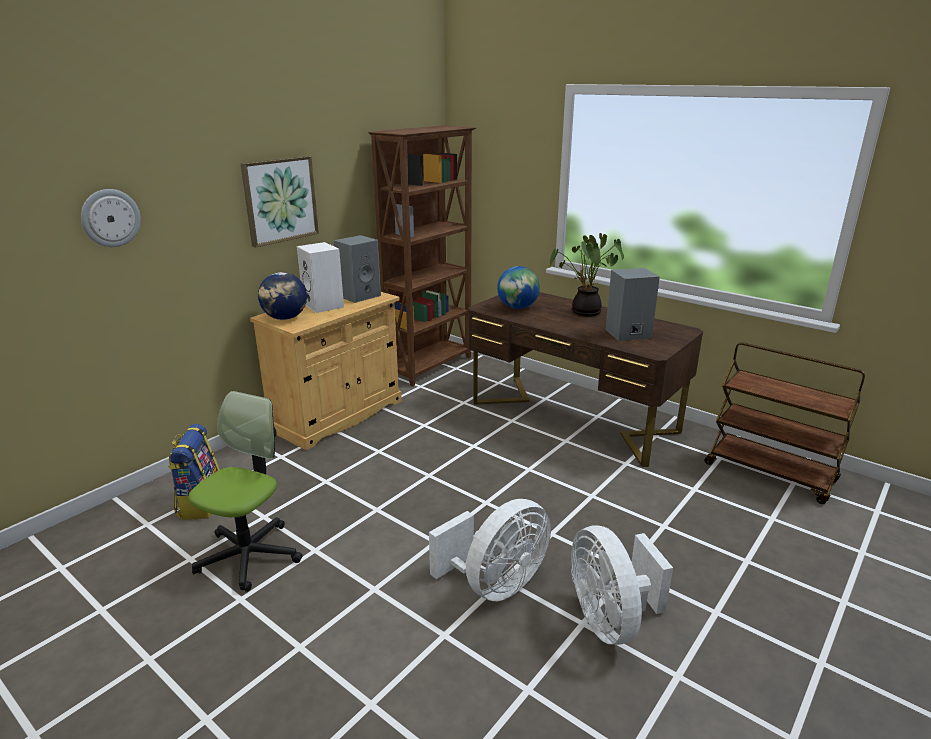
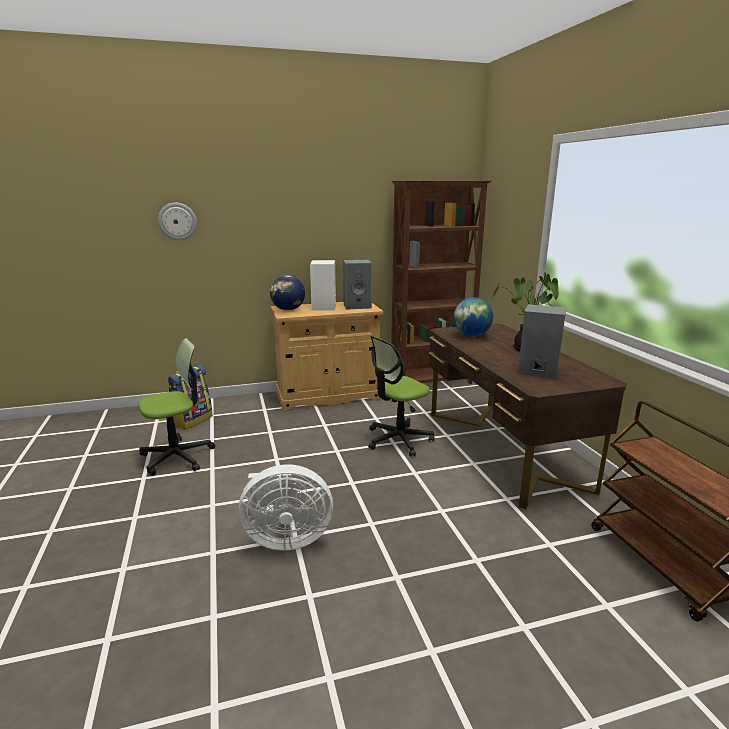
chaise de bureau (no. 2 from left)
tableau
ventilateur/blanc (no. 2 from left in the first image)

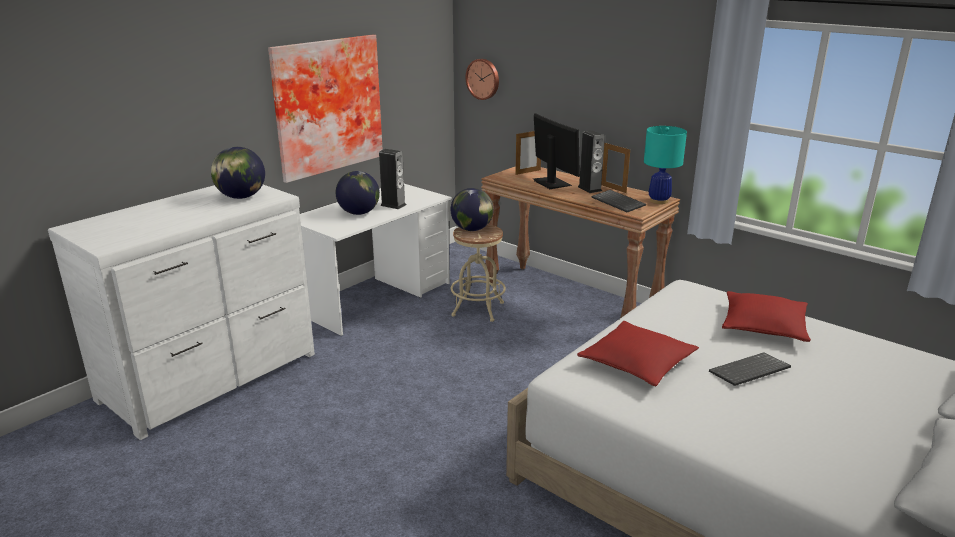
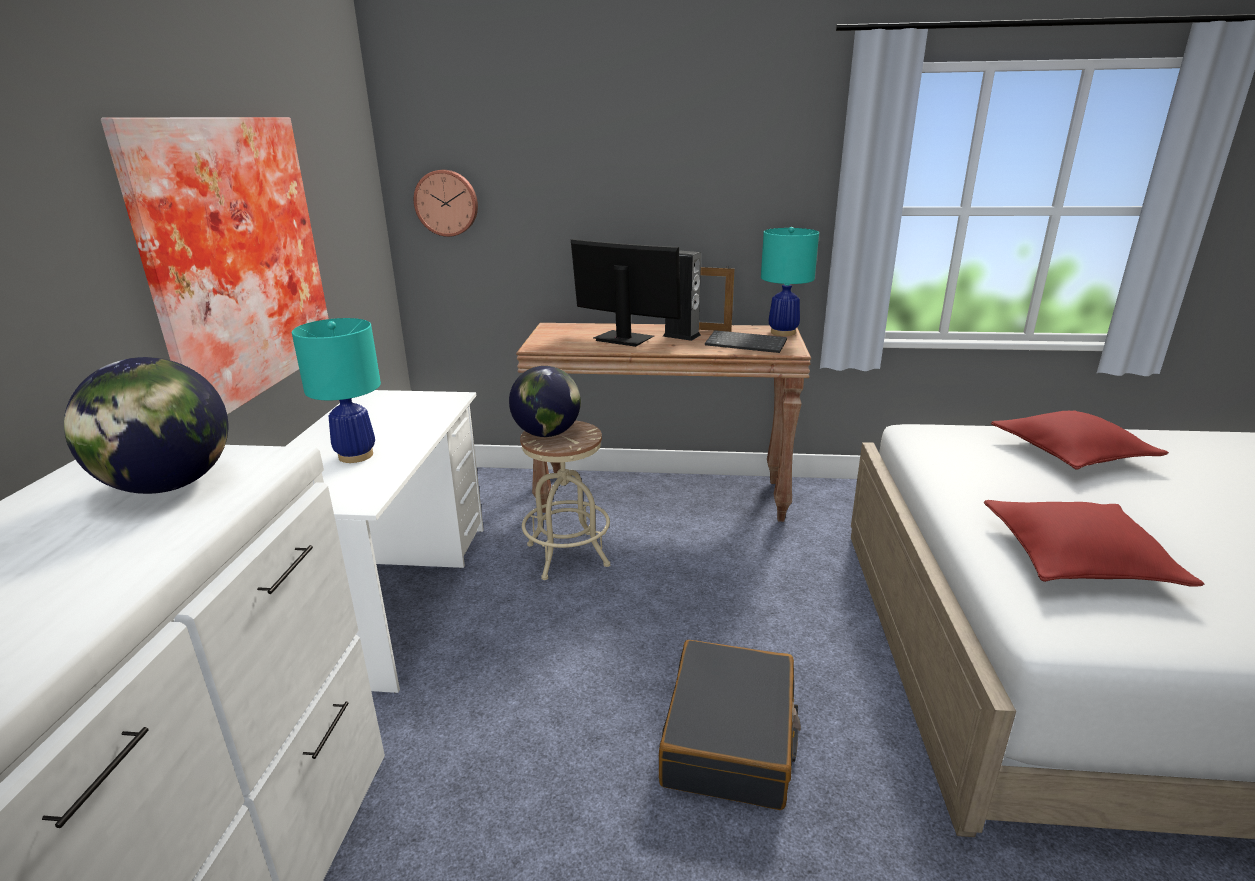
lampe de table/turquoise (no. 1 from left)
valise/noir
enceinte (no. 1 from left in the first image)
cadre photo (no. 1 from left in the first image)
clavier (no. 2 from left in the first image)

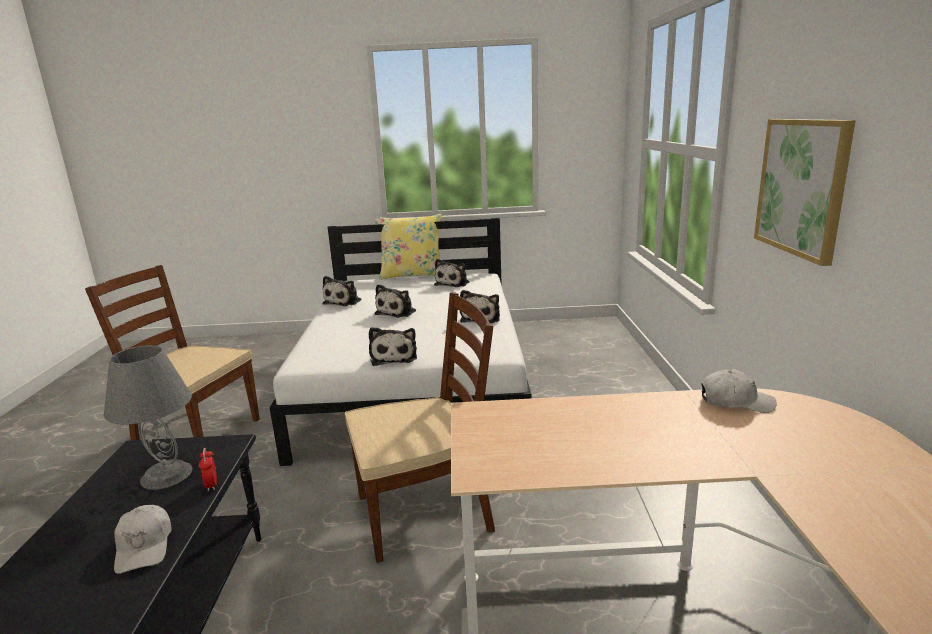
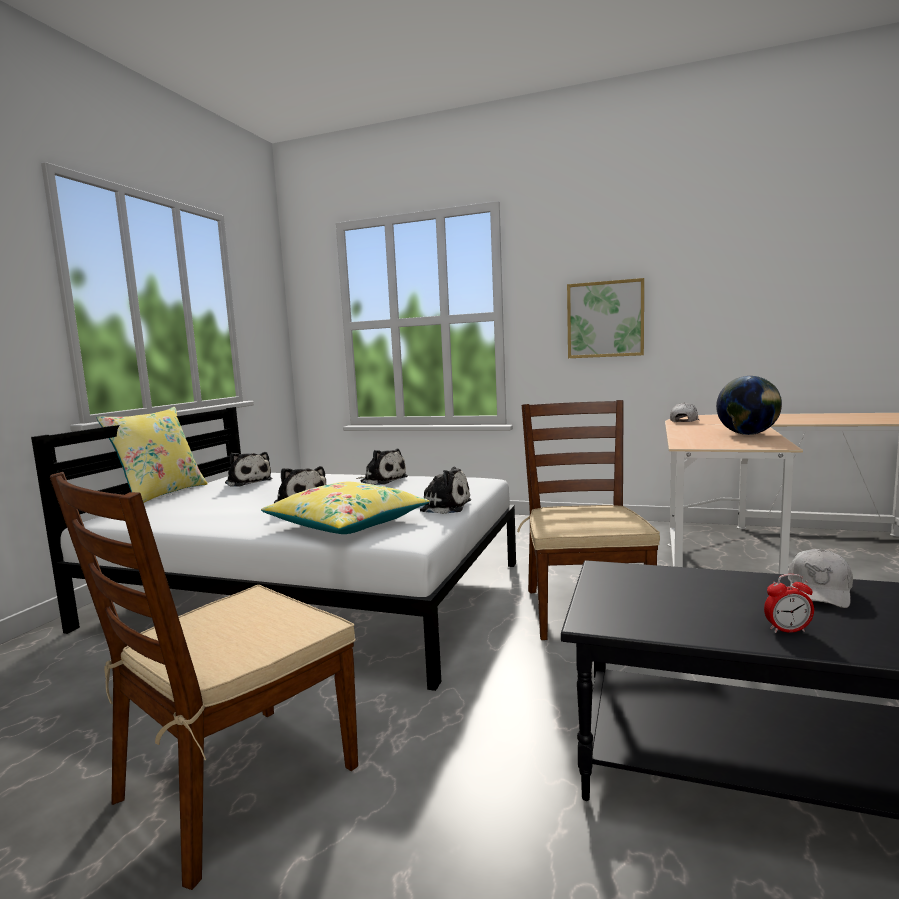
coussin/jaune (no. 2 from left)
globe
réveil
casquette/blanc (no. 2 from left)
lampe de table/gris
peluche (no. 1 from left in the first image)

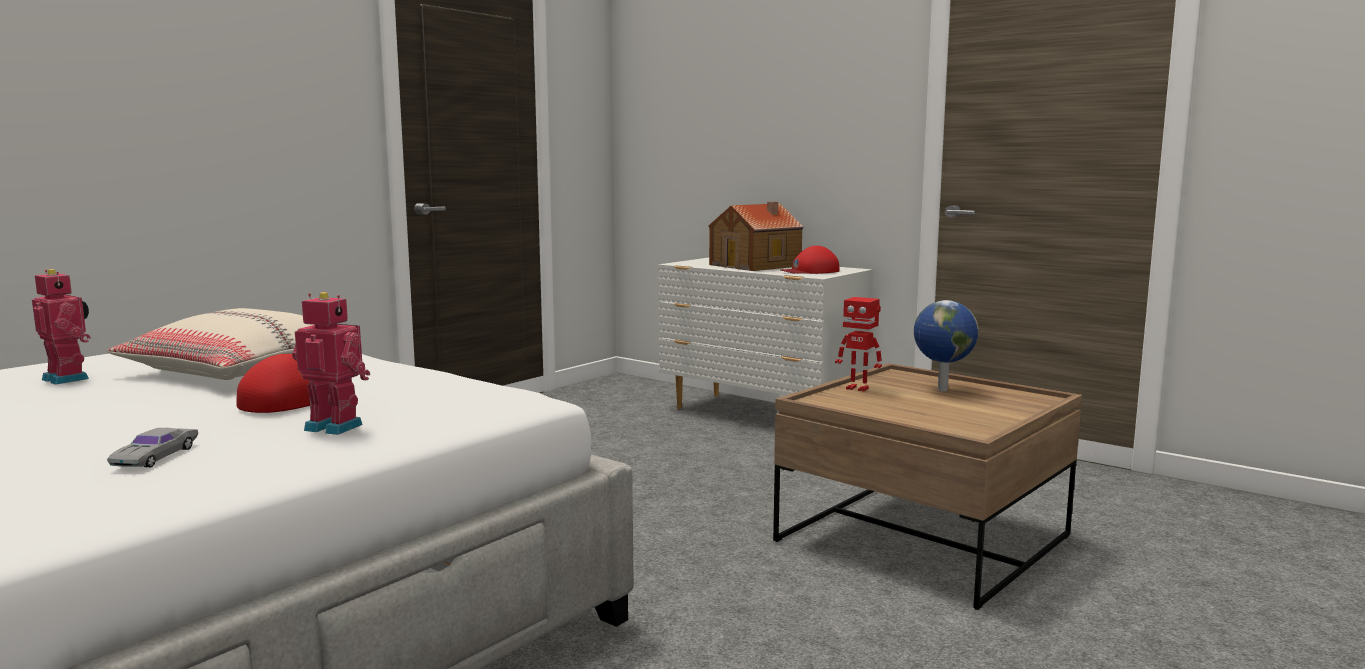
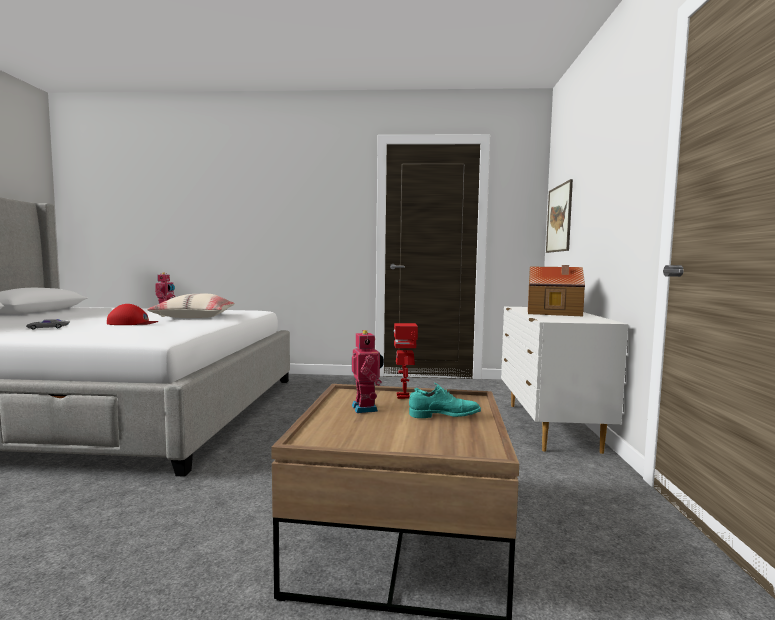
robot jouet (no. 2 from left)
chaussure/turquoise
tableau
casquette/rouge (no. 2 from left in the first image)

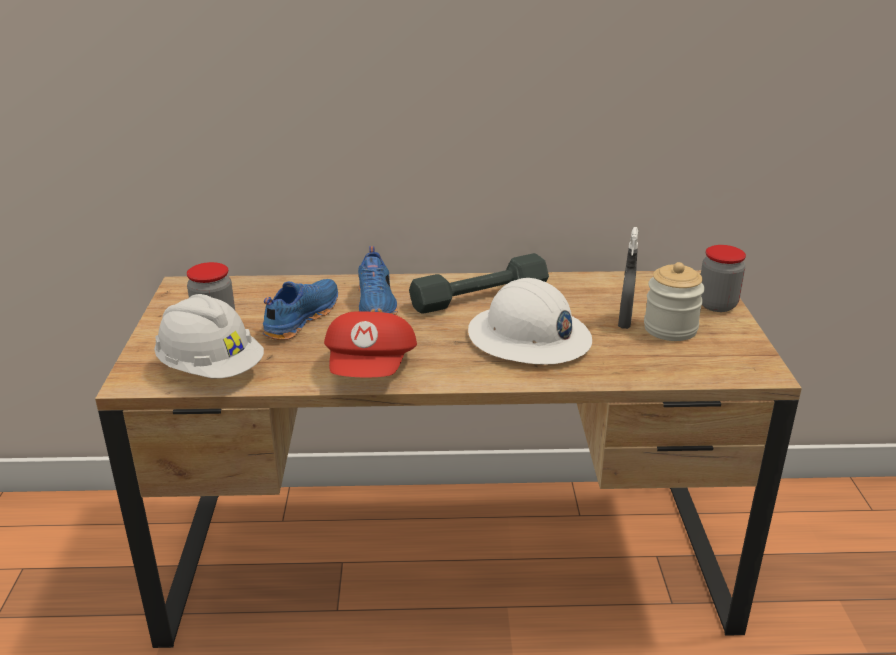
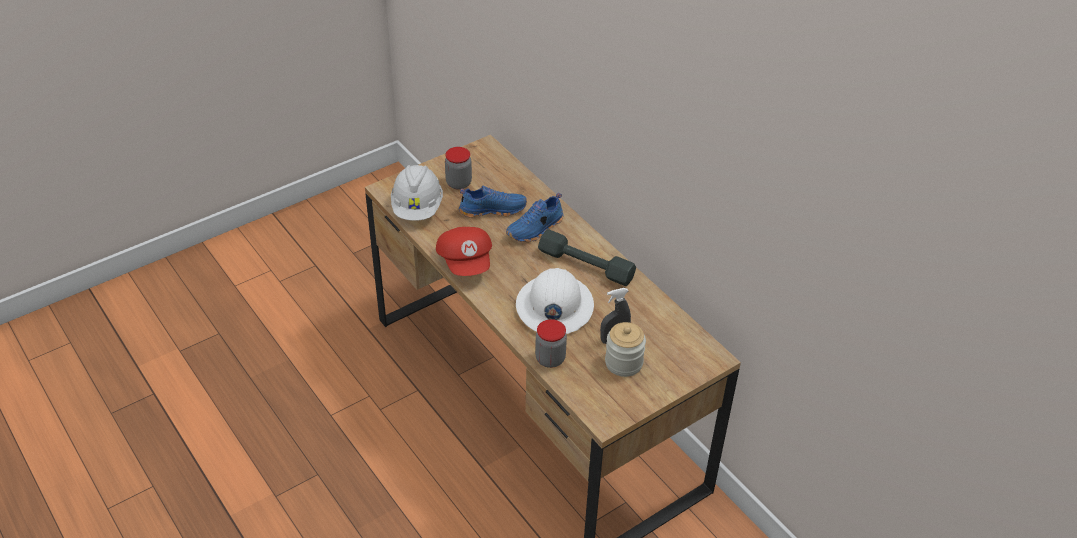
casquette/rouge
bocal (no. 2 from left)

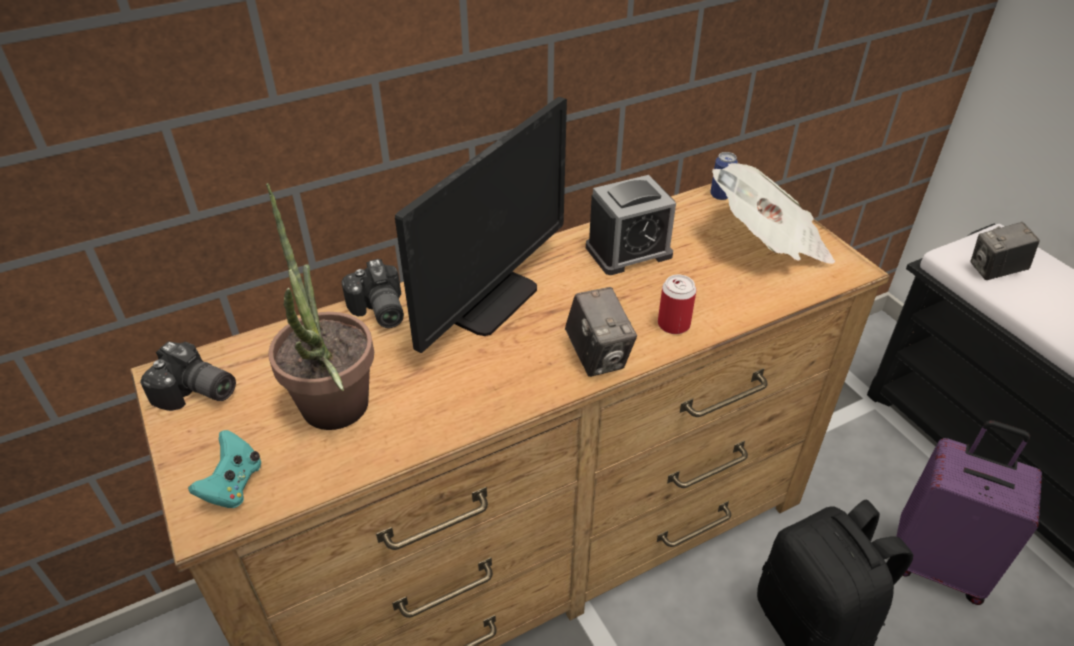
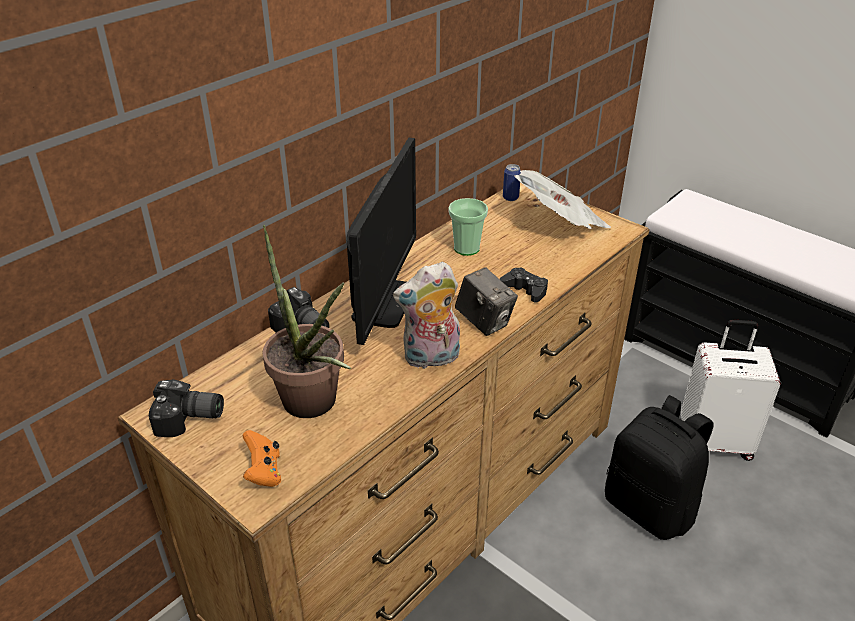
manette/orange
peluche
tasse
manette/noir
valise/blanc
appareil photo (no. 4 from left in the first image)

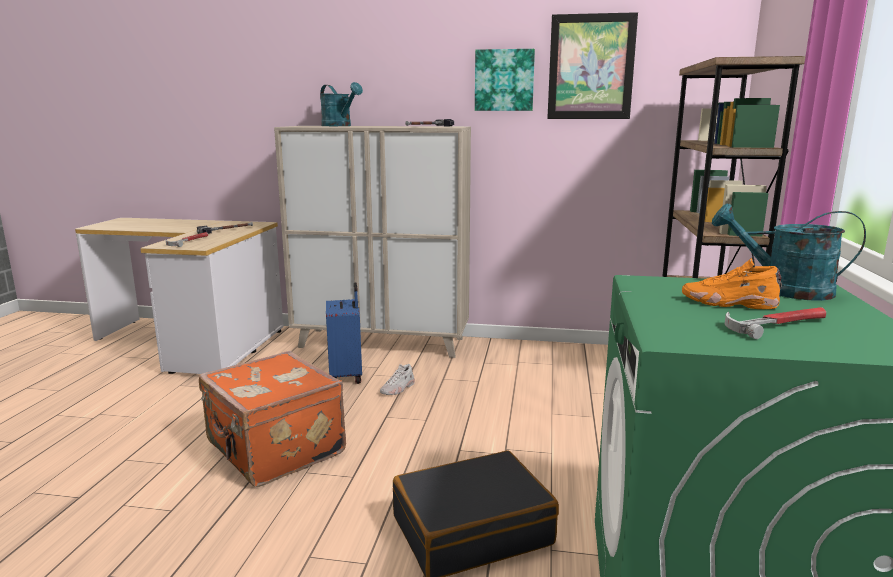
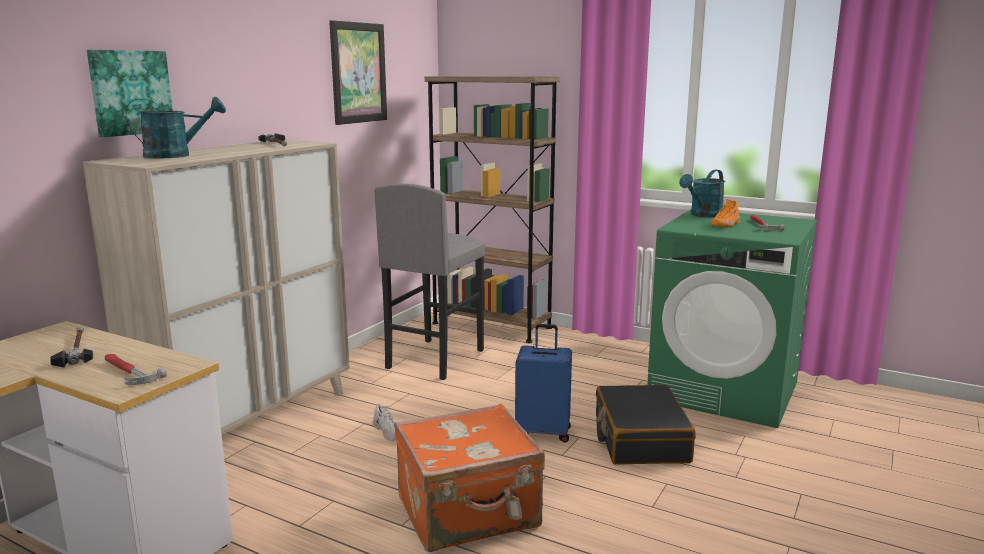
tableau (no. 1 from left)
tabouret/gris
valise/bleu

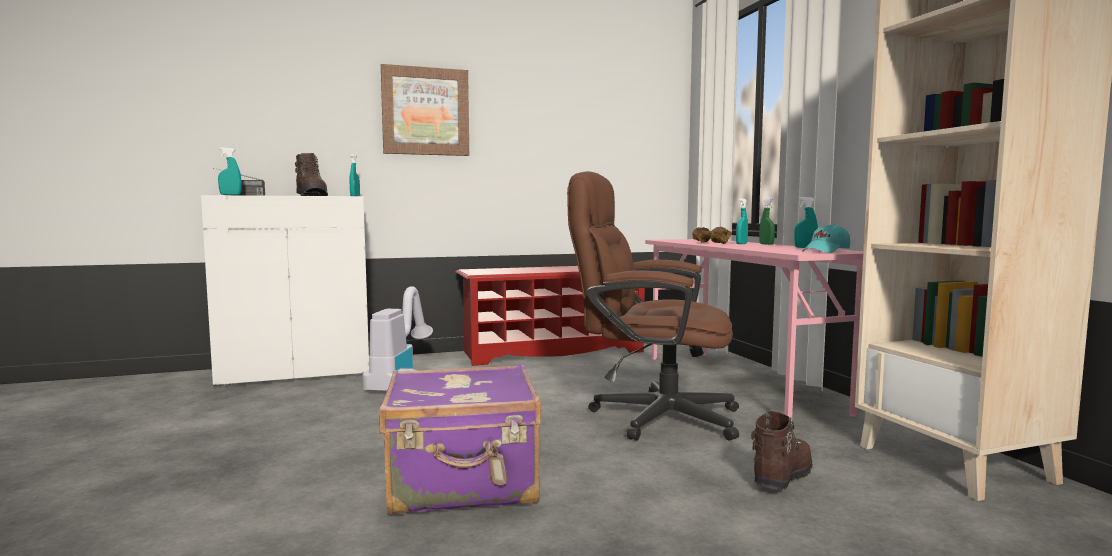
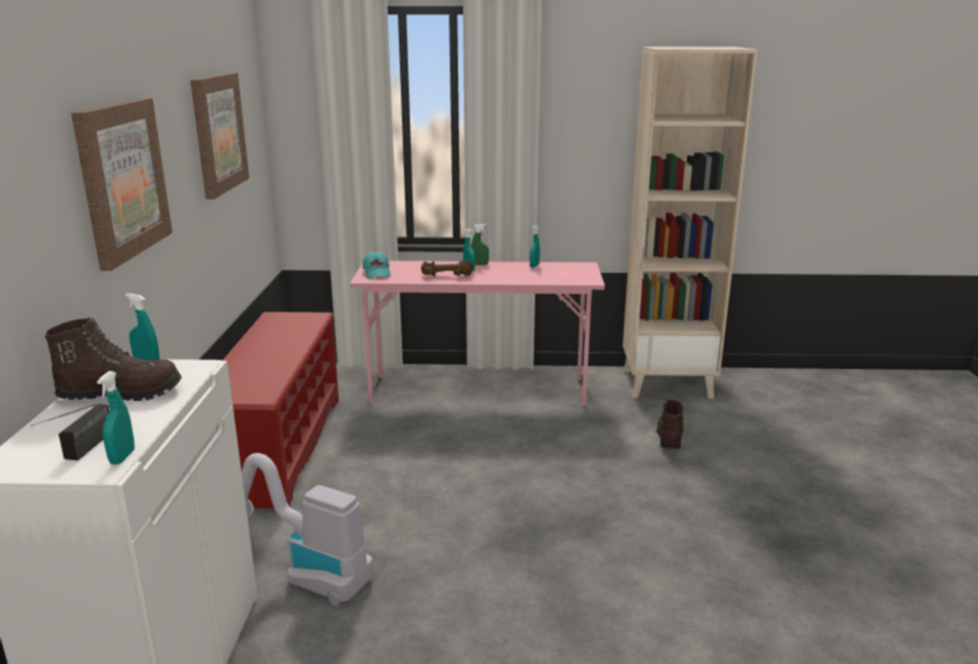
tableau (no. 2 from left)
casquette/turquoise
botte/marron (no. 2 from left)
valise/violet
chaise de bureau/marron

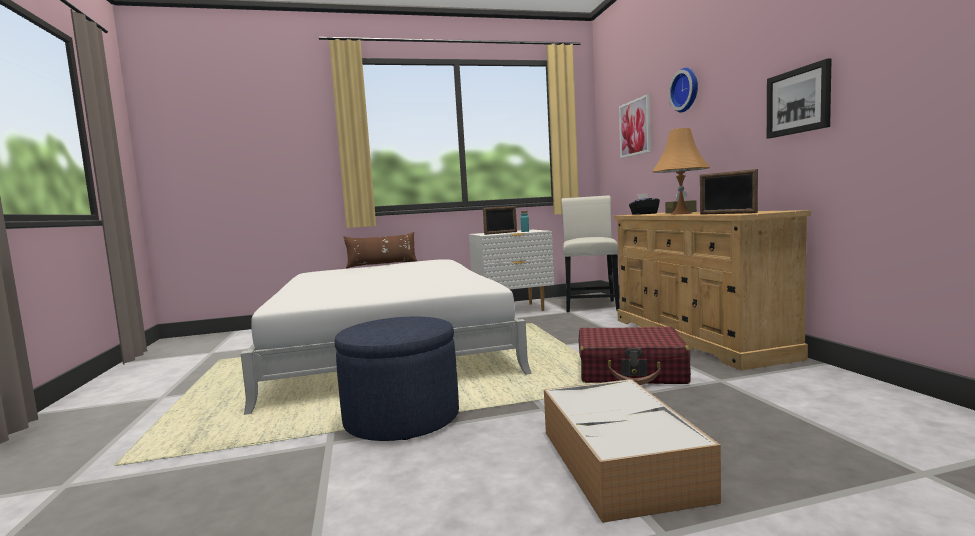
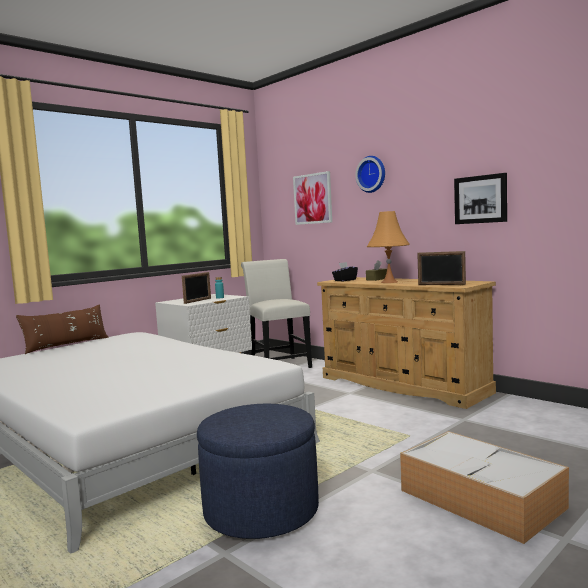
valise/rouge

